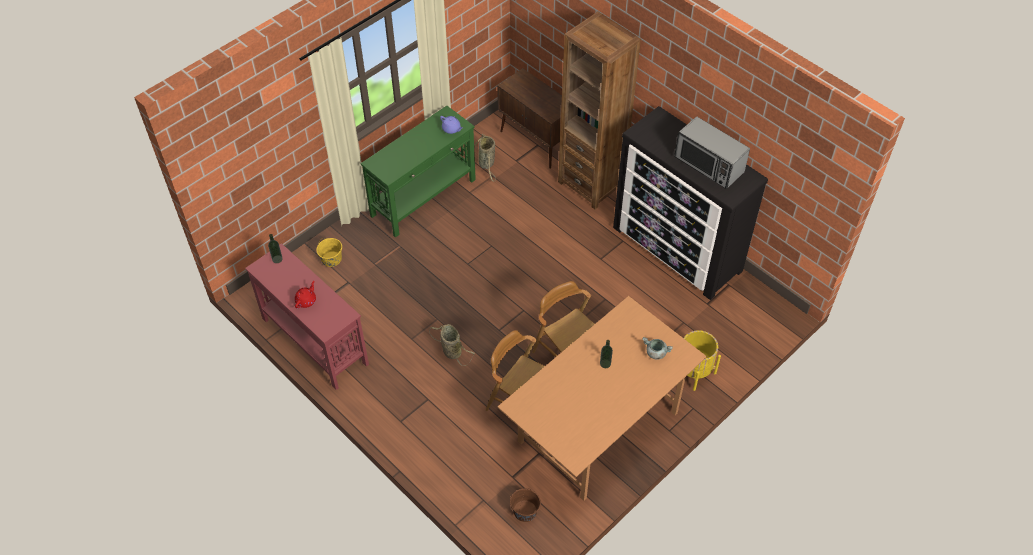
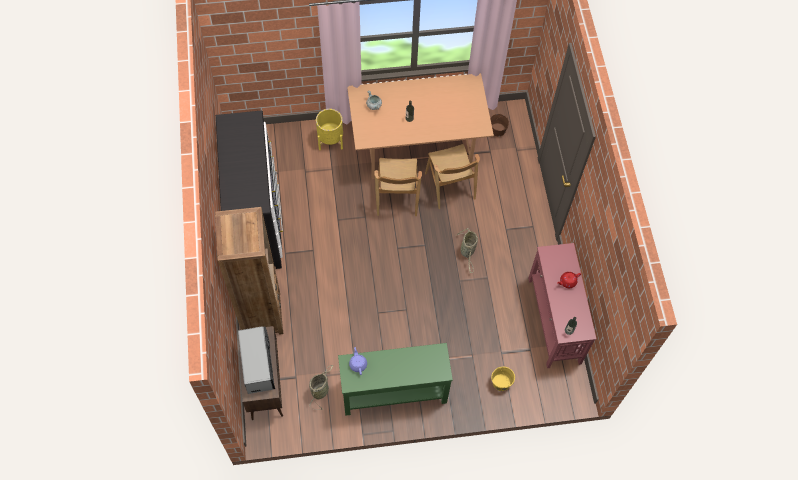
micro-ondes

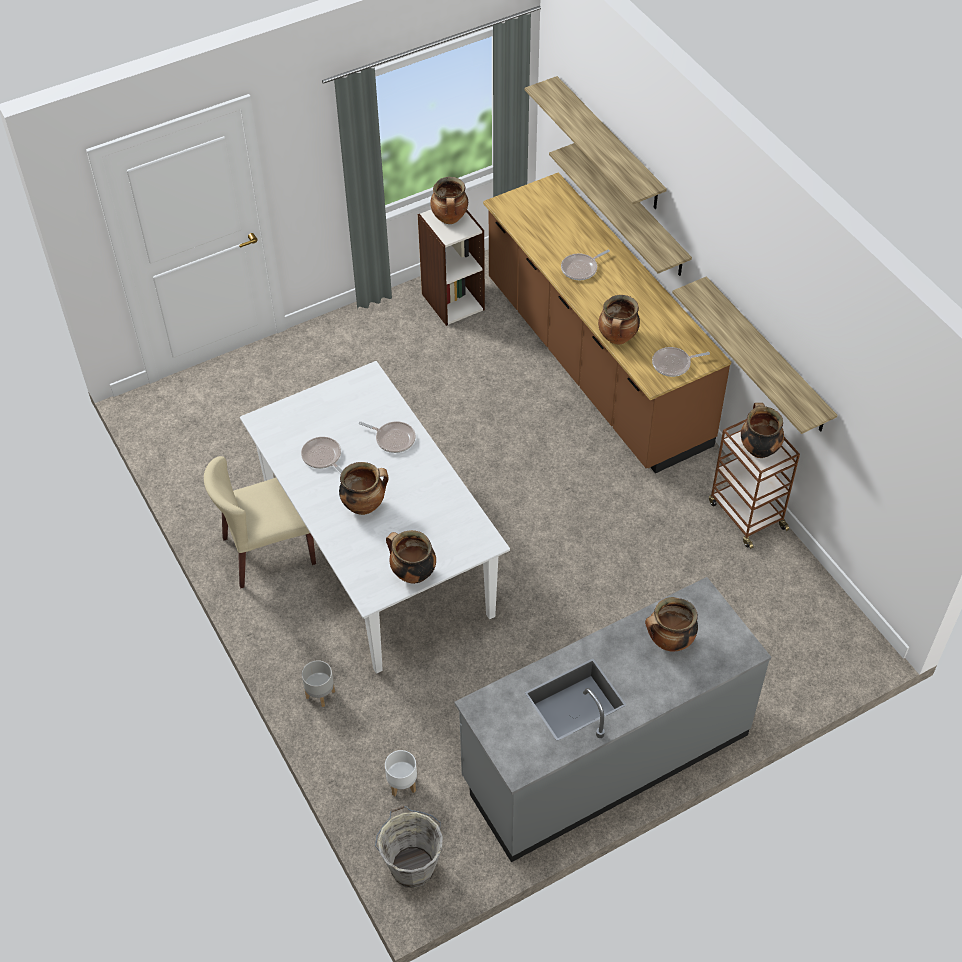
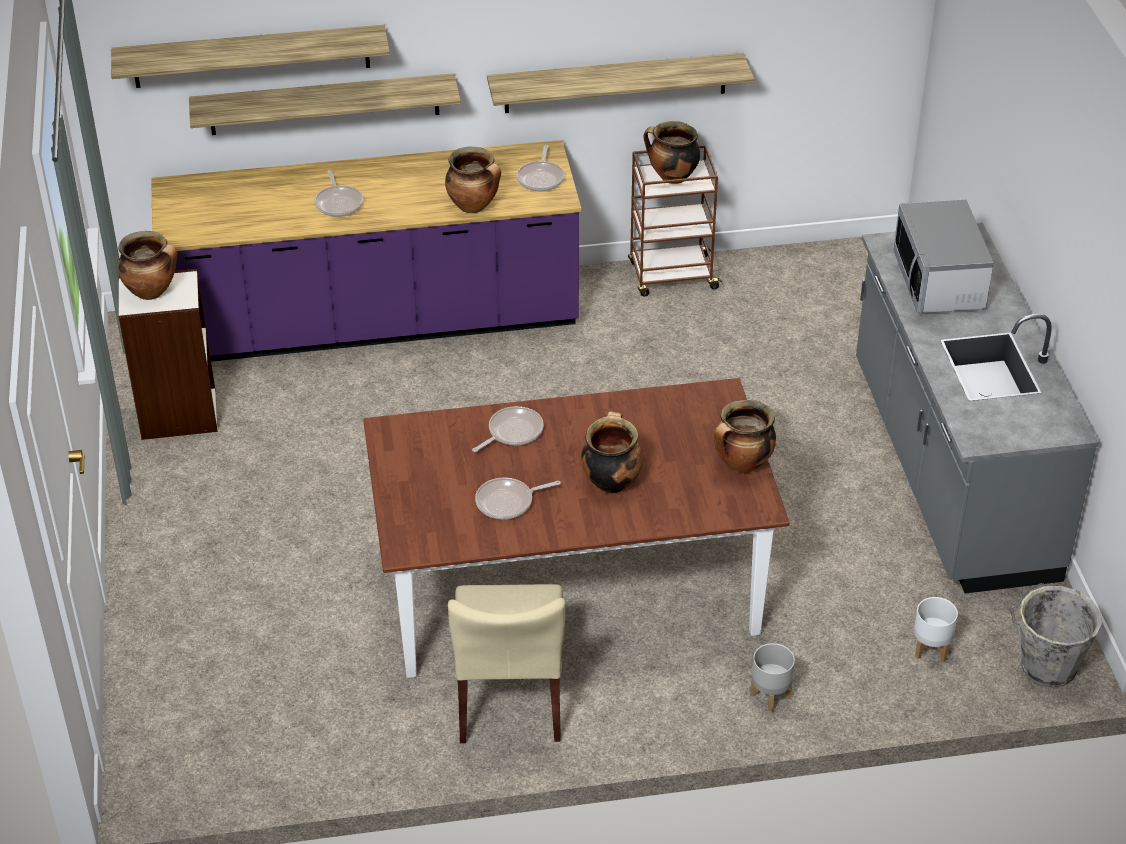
comptoir de cuisine/violet
table à manger/marron
micro-ondes

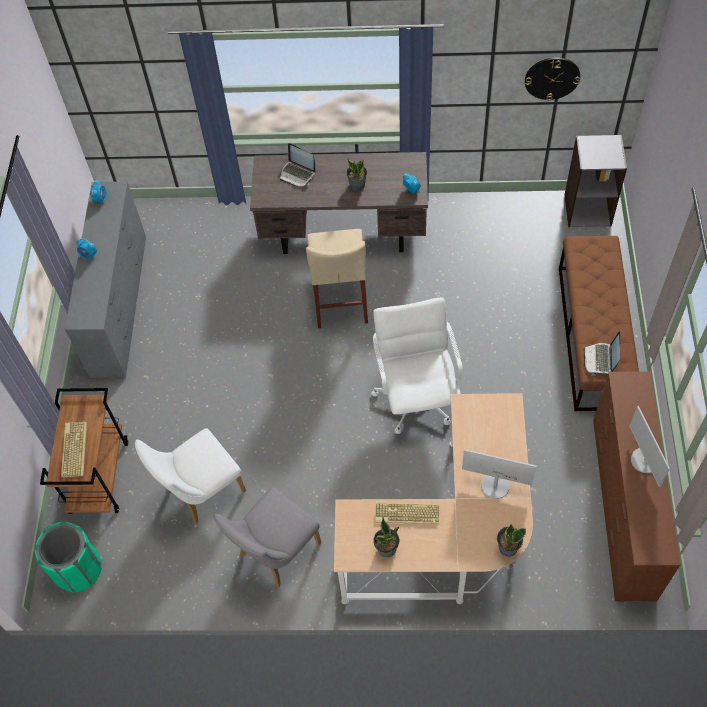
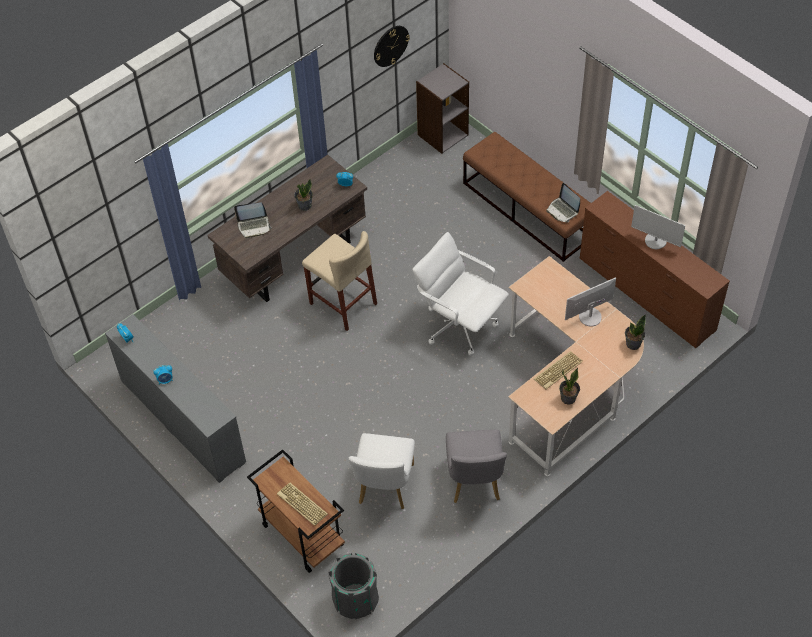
poubelle/gris

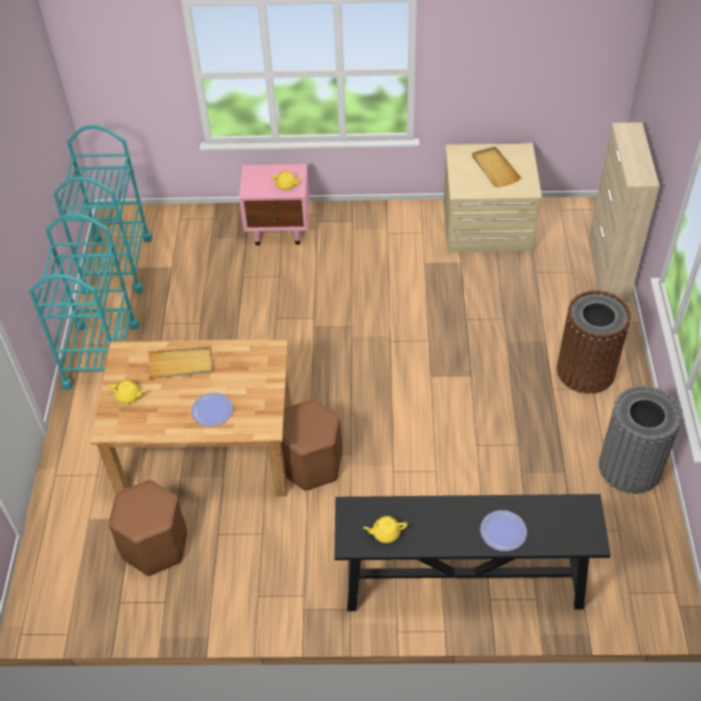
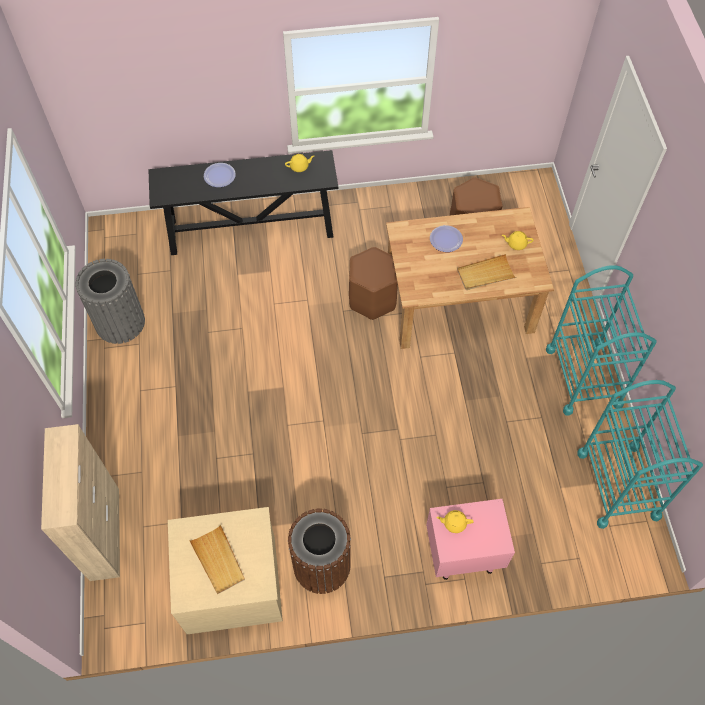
poubelle/marron

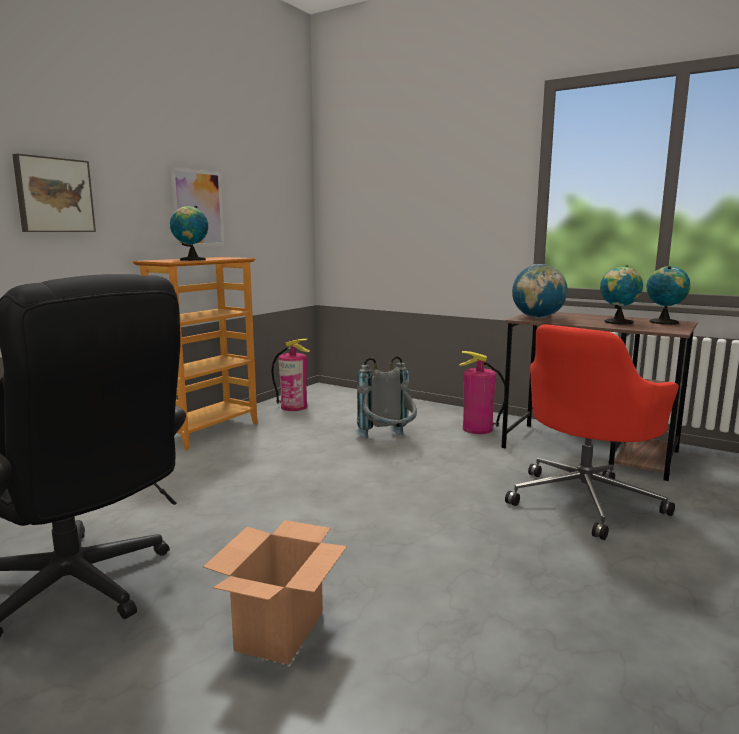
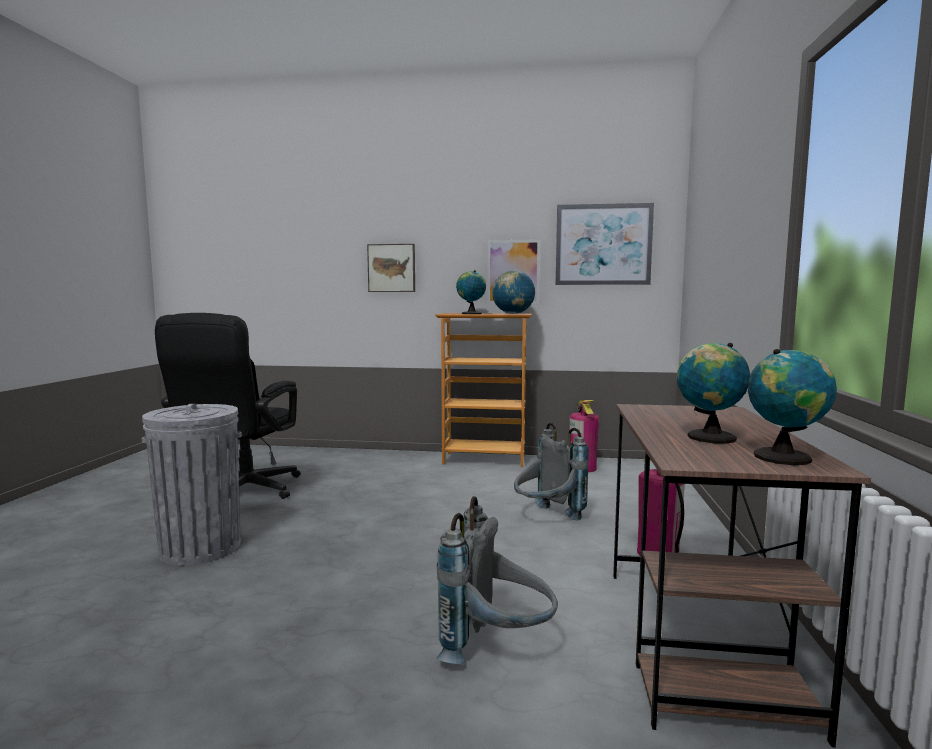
poubelle/gris
sac à dos/gris (no. 1 from left)
globe (no. 2 from left)
tableau (no. 3 from left)

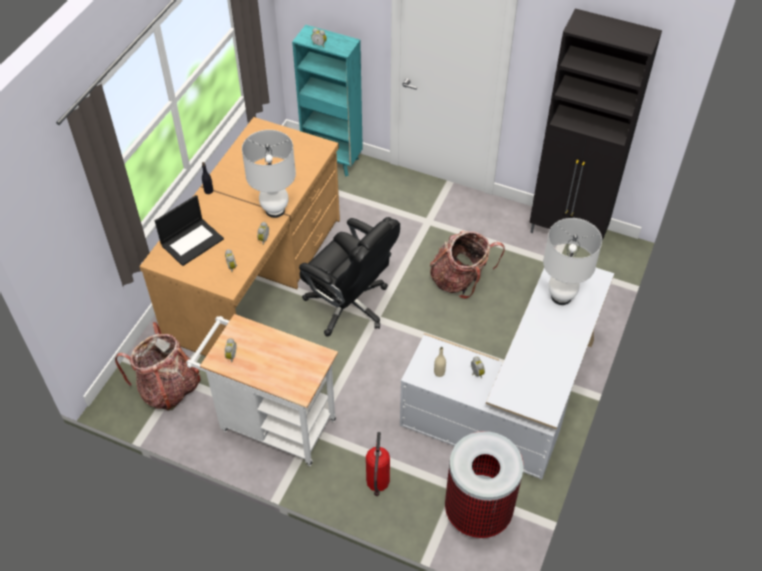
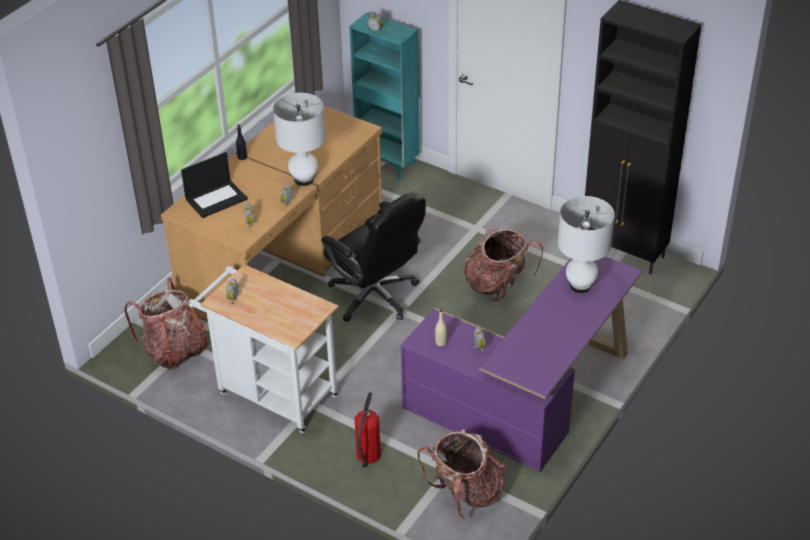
bureau/violet
sac à dos (no. 2 from left)

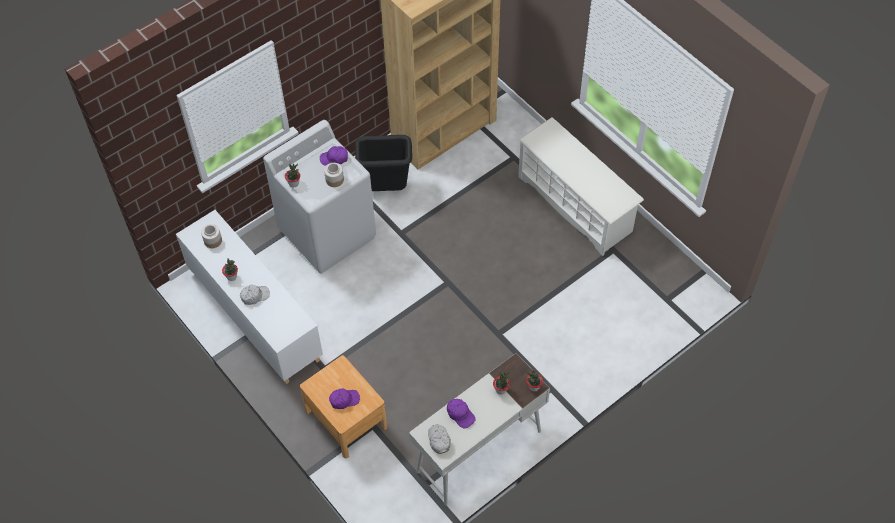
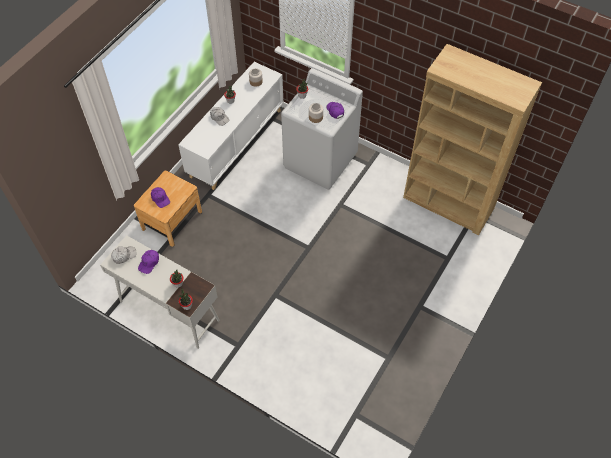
poubelle/noir
étagère à chaussures/blanc

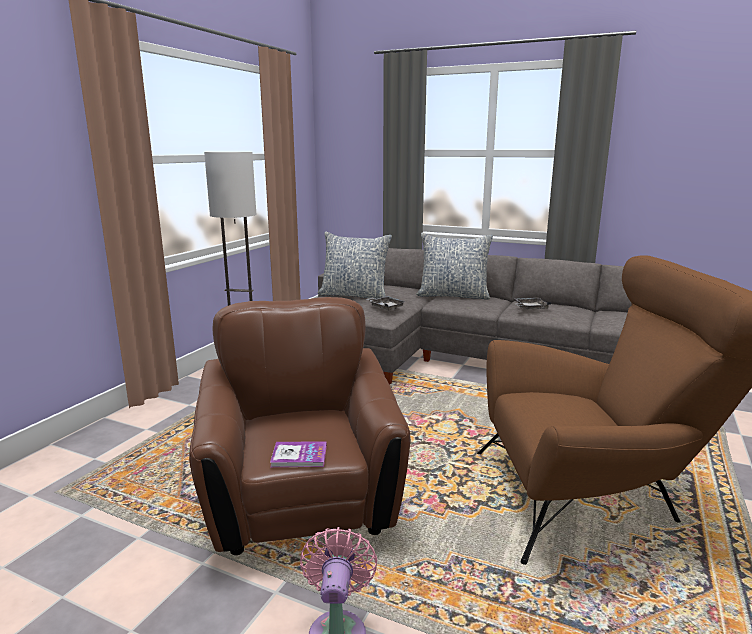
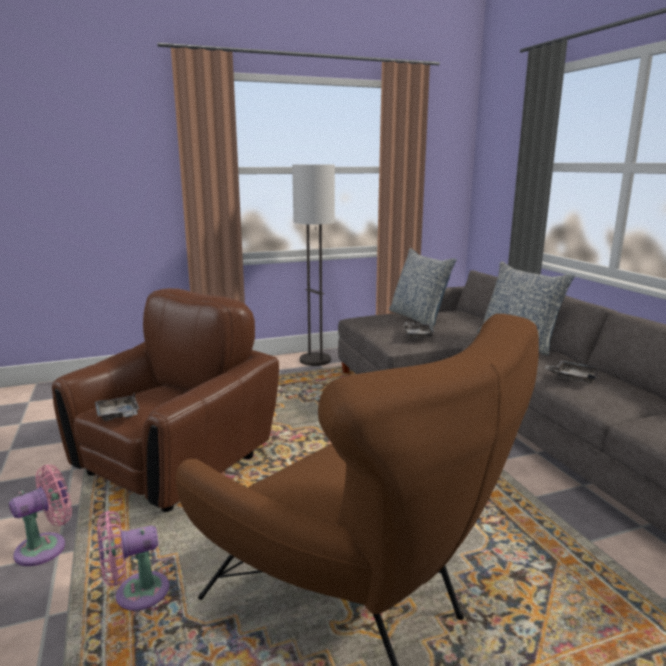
plateau/gris (no. 1 from left)
ventilateur/rose (no. 2 from left)

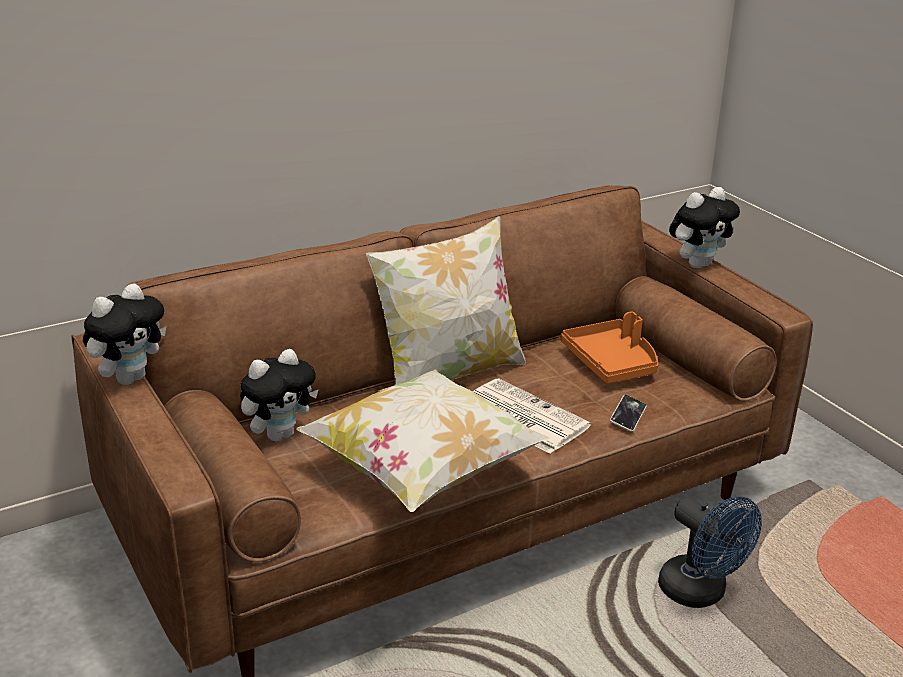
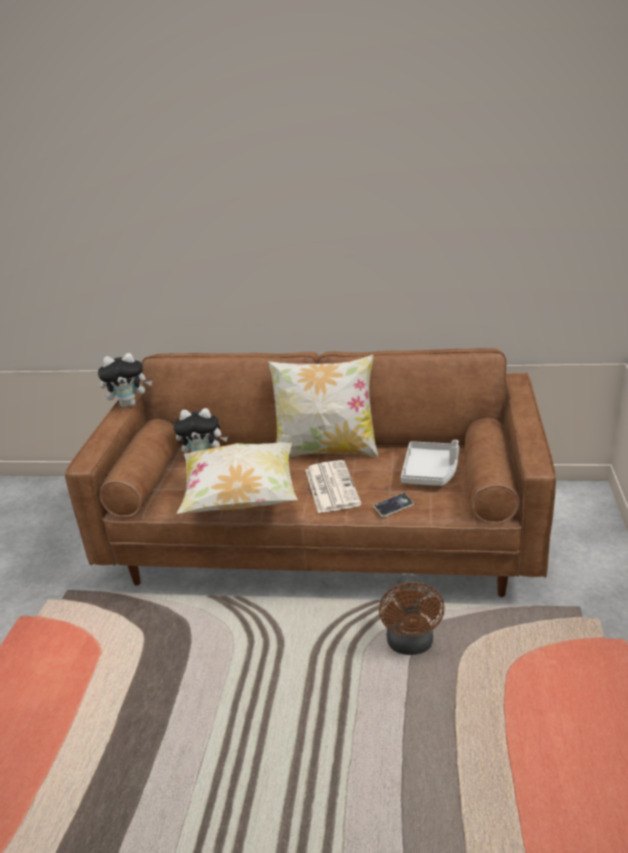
ventilateur/marron
plateau/gris
peluche (no. 3 from left in the first image)

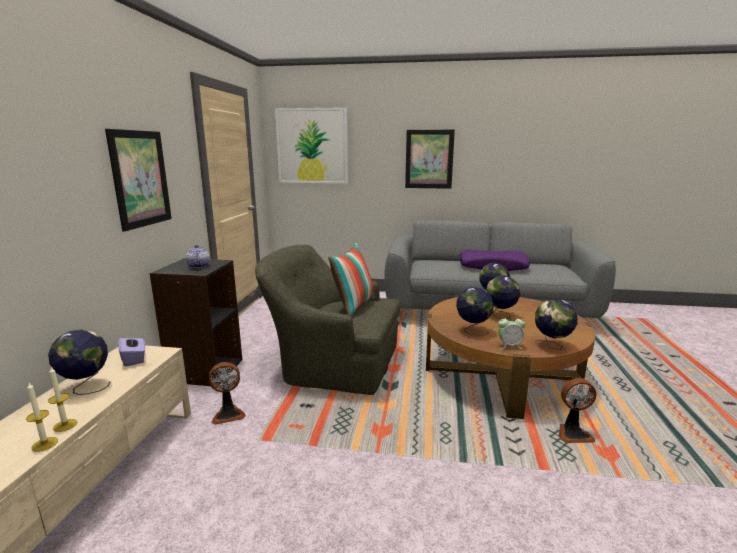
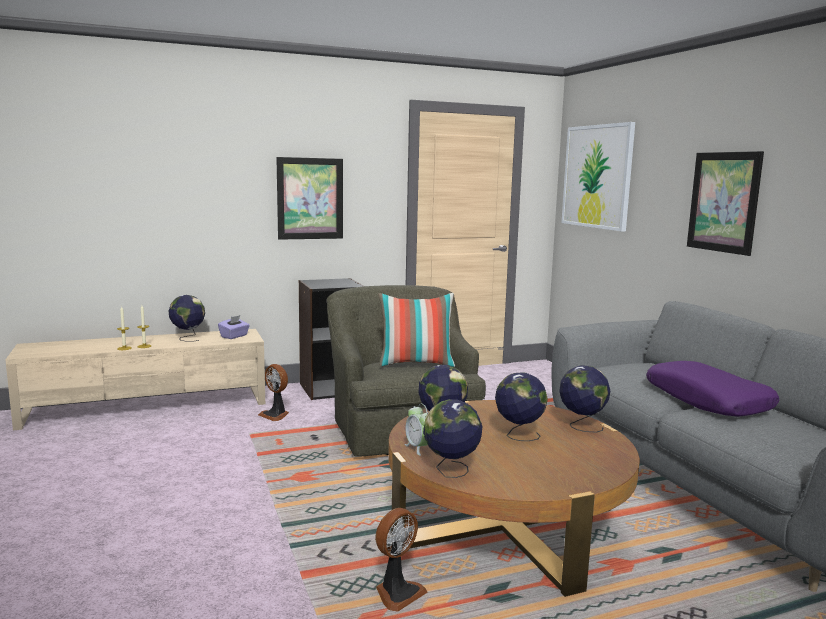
ventilateur (no. 2 from left)
théière

